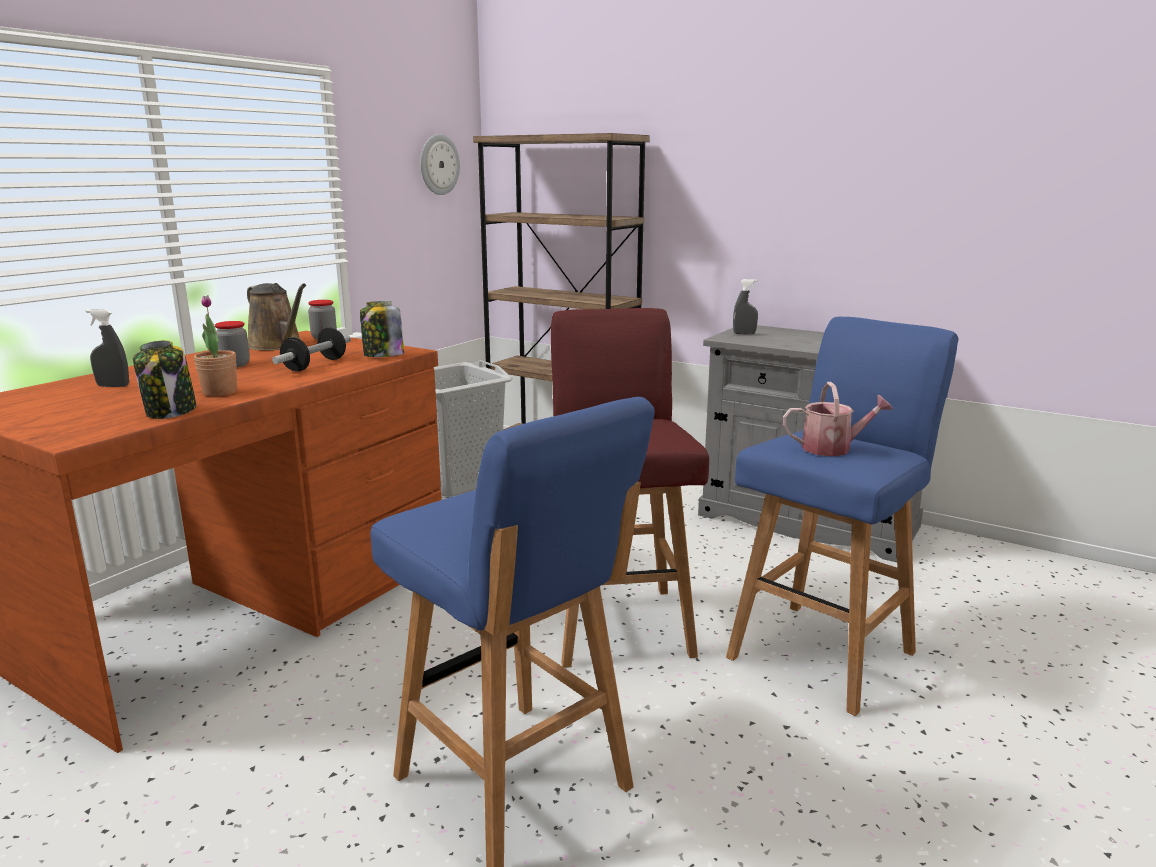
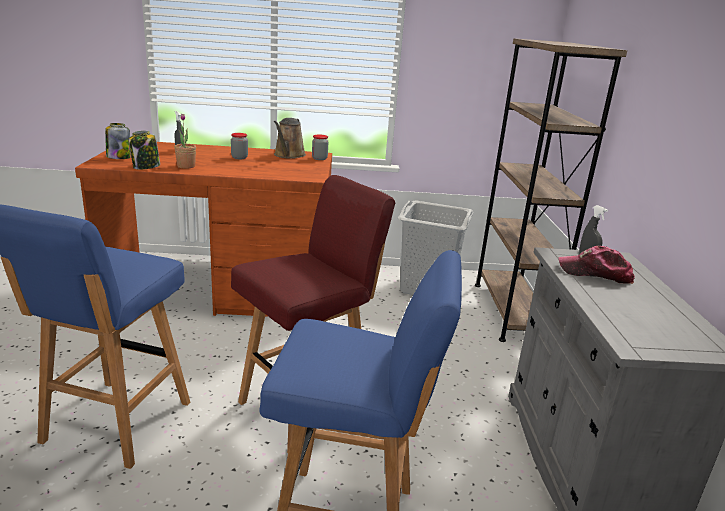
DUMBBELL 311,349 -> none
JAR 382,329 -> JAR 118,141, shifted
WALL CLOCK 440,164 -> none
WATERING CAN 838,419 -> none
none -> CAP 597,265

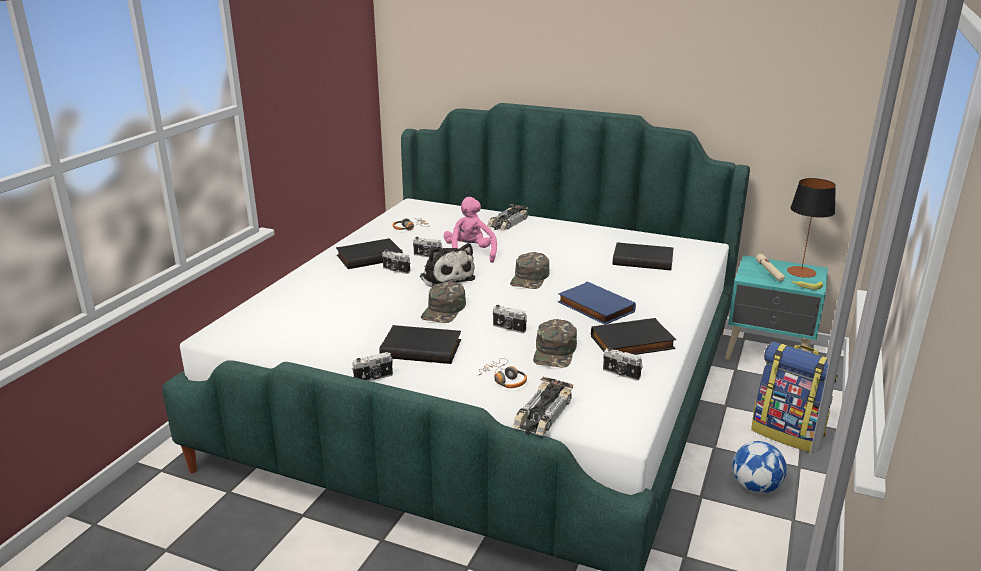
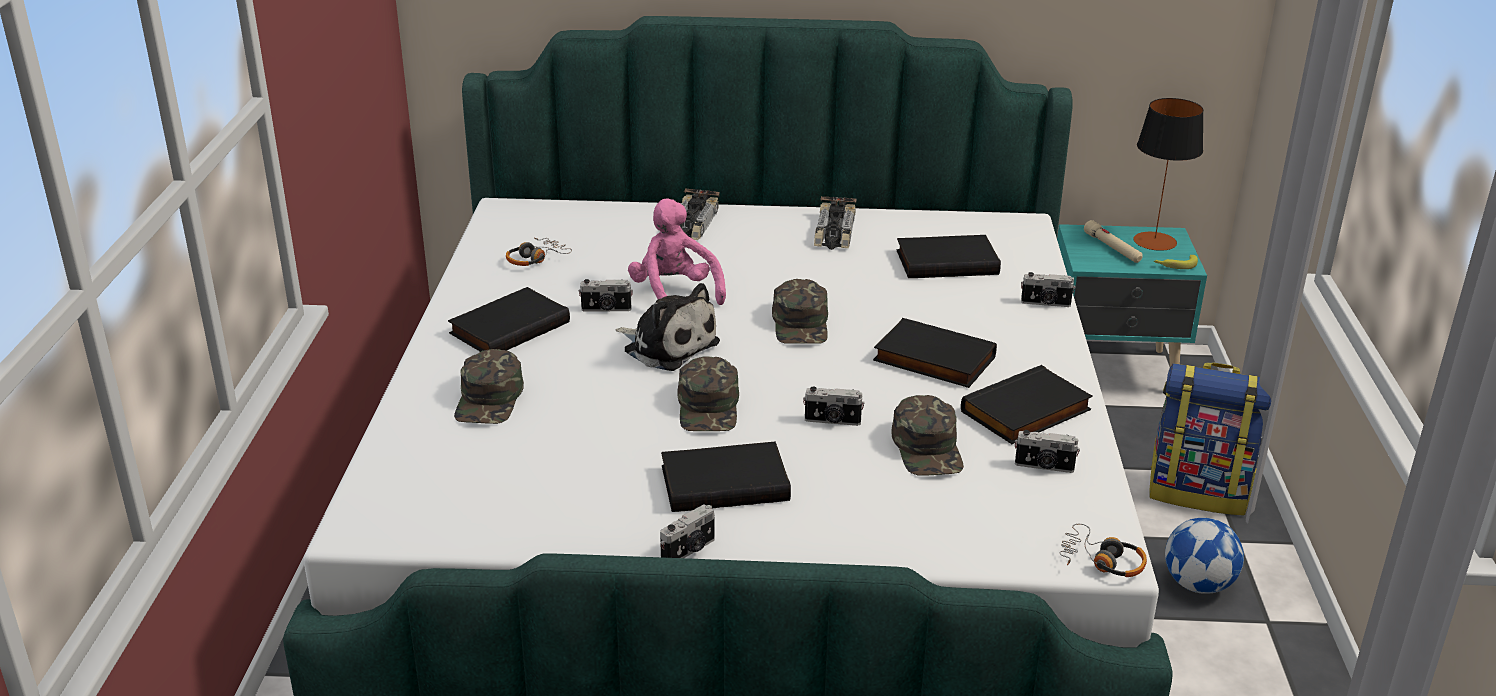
PHOTO CAMERA 396,262 -> PHOTO CAMERA 1048,289, shifted
HEADPHONES 502,373 -> HEADPHONES 1103,550, shifted
TOY CAR 542,406 -> TOY CAR 835,223, shifted
BLUE BOOK 597,303 -> BLACK BOOK 935,353
none -> GREEN CAP 489,386

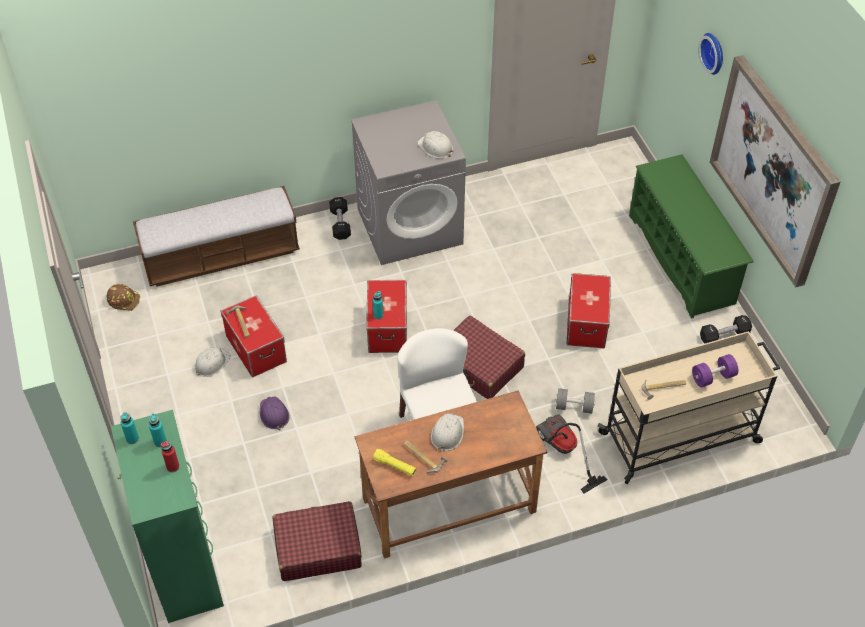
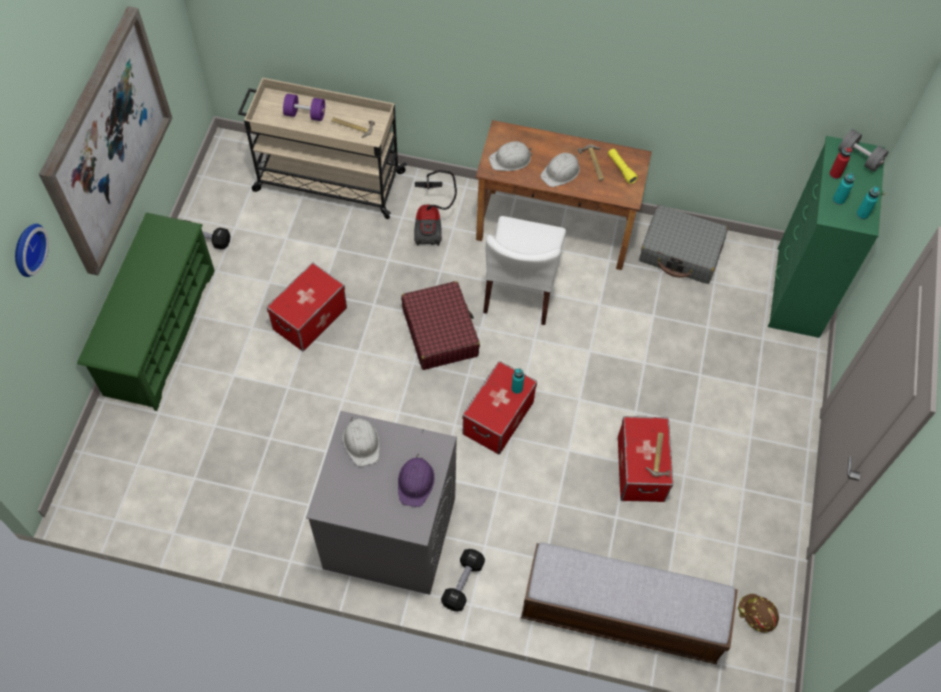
WHITE HARD HAT 213,362 -> WHITE HARD HAT 510,156, shifted
PURPLE HARD HAT 274,413 -> PURPLE HARD HAT 416,480, shifted
RED SUITCASE 317,541 -> GREY SUITCASE 683,244
GREY DUMBBELL 575,401 -> GREY DUMBBELL 863,150, shifted

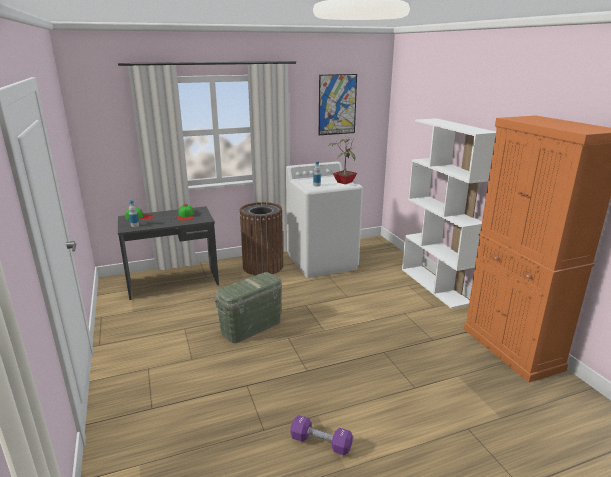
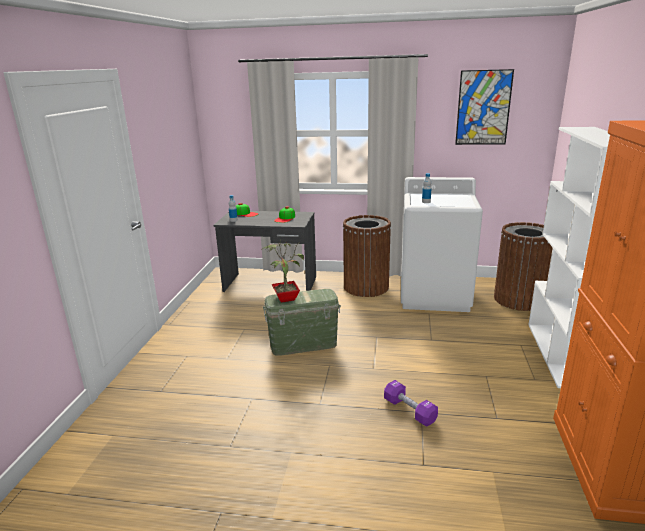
PURPLE DUMBBELL 322,435 -> PURPLE DUMBBELL 411,403, shifted
POTTED PLANT 342,160 -> POTTED PLANT 284,271, shifted
none -> BROWN TRASH CAN 523,266

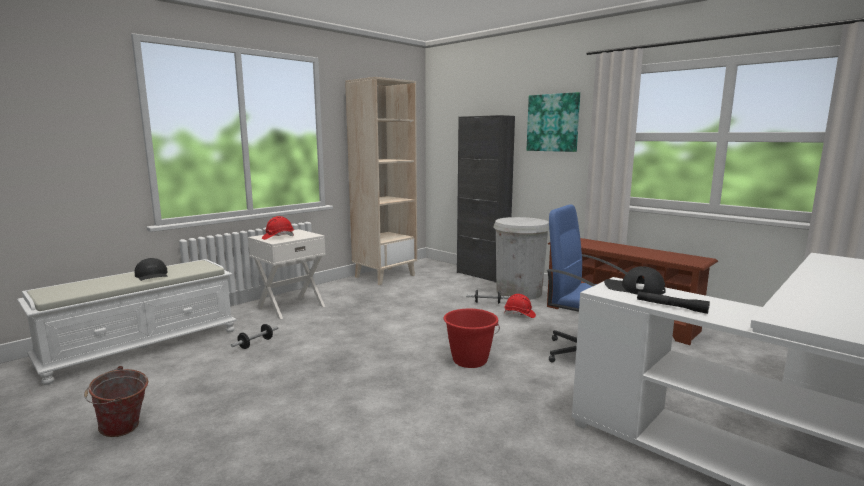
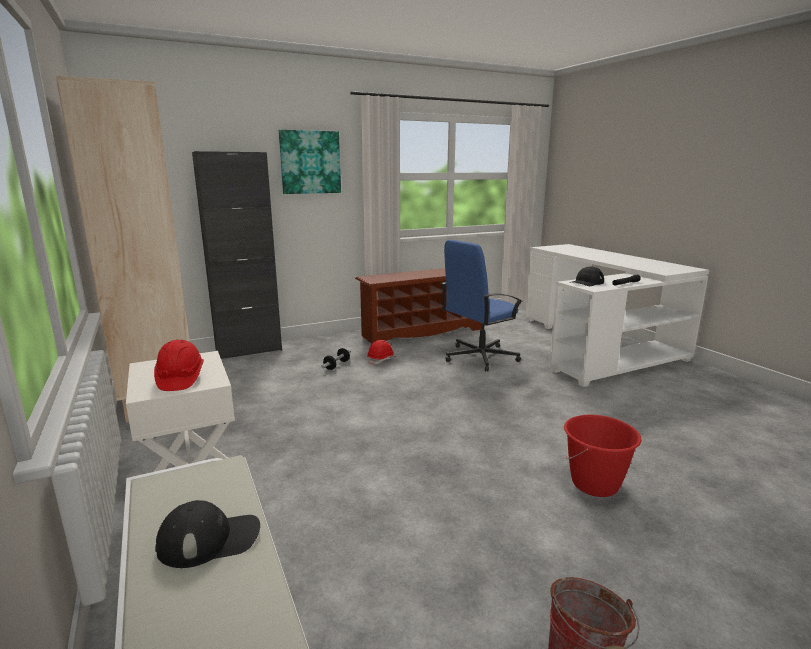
DUMBBELL 254,336 -> none
RED BUCKET 472,338 -> RED BUCKET 603,456, shifted
WHITE TRASH CAN 521,258 -> none

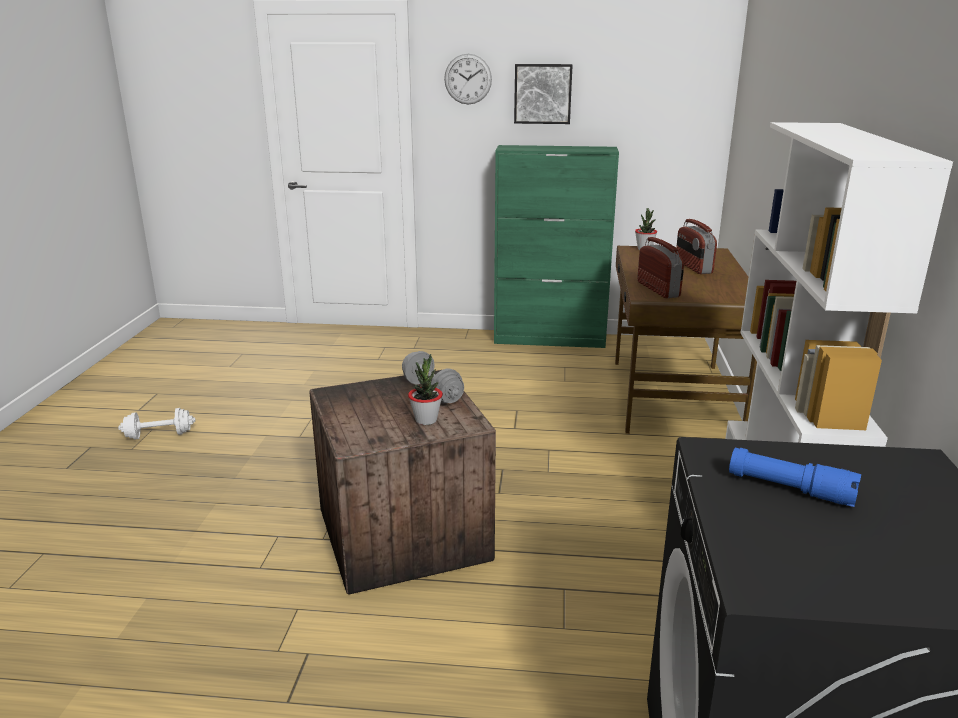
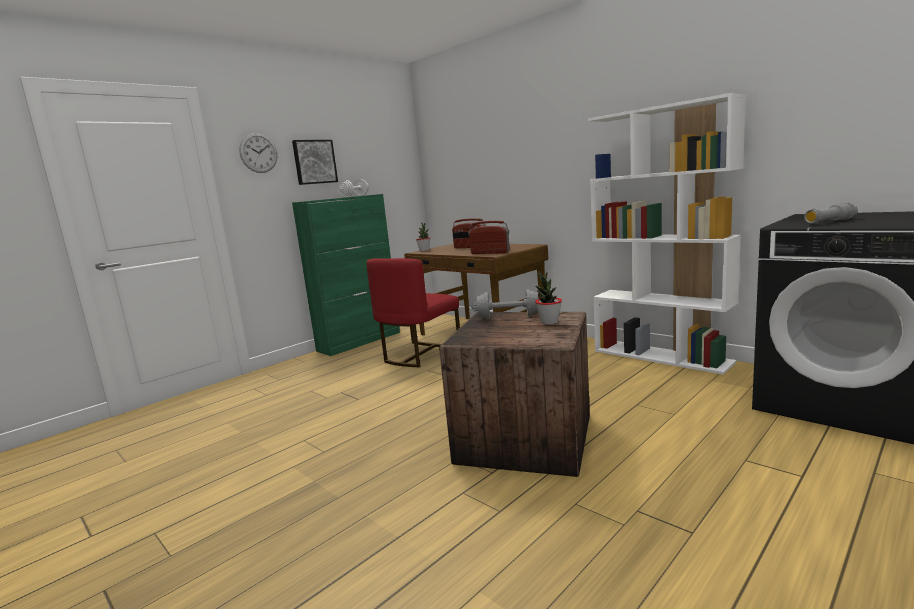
WHITE DUMBBELL 157,424 -> WHITE DUMBBELL 353,188, shifted
BLUE FLASHLIGHT 795,477 -> GREY FLASHLIGHT 831,213
none -> RED CHAIR 413,312

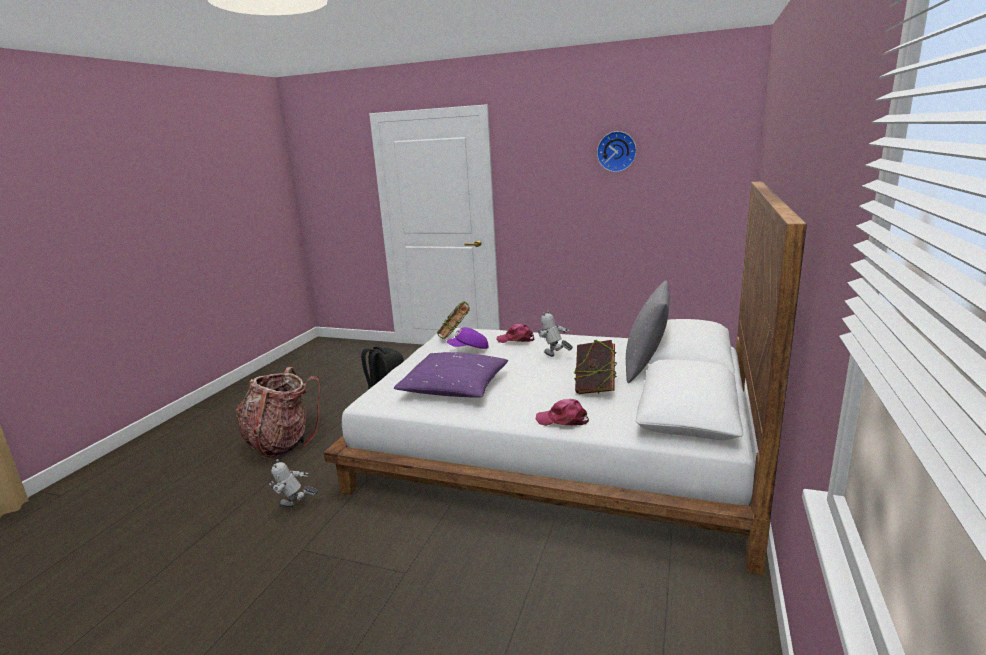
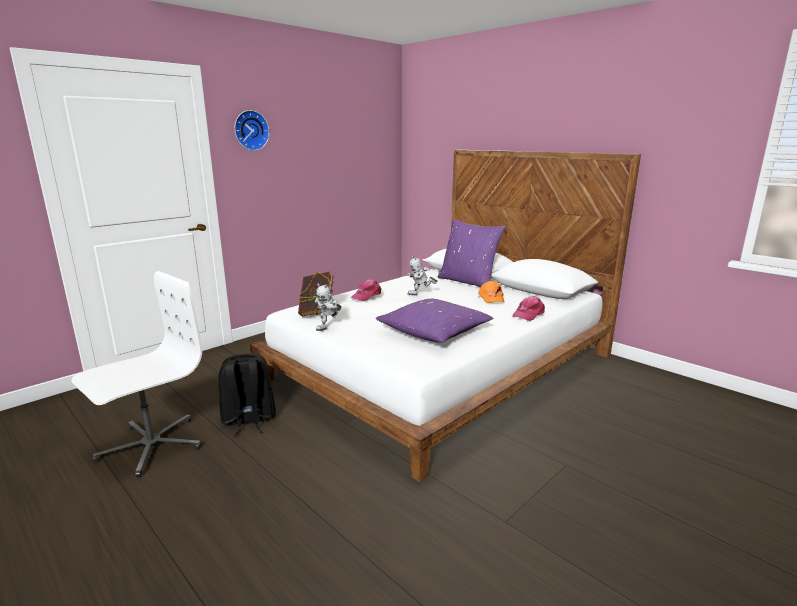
BACKPACK 278,413 -> none
TOY ROBOT 293,483 -> TOY ROBOT 328,307, shifted
PURPLE CAP 467,338 -> none
BOOK 595,367 -> ORANGE CAP 491,292
WALL CLOCK 616,151 -> WALL CLOCK 252,130, shifted
GREY PILLOW 647,331 -> PURPLE PILLOW 471,253
none -> WHITE OFFICE CHAIR 136,374

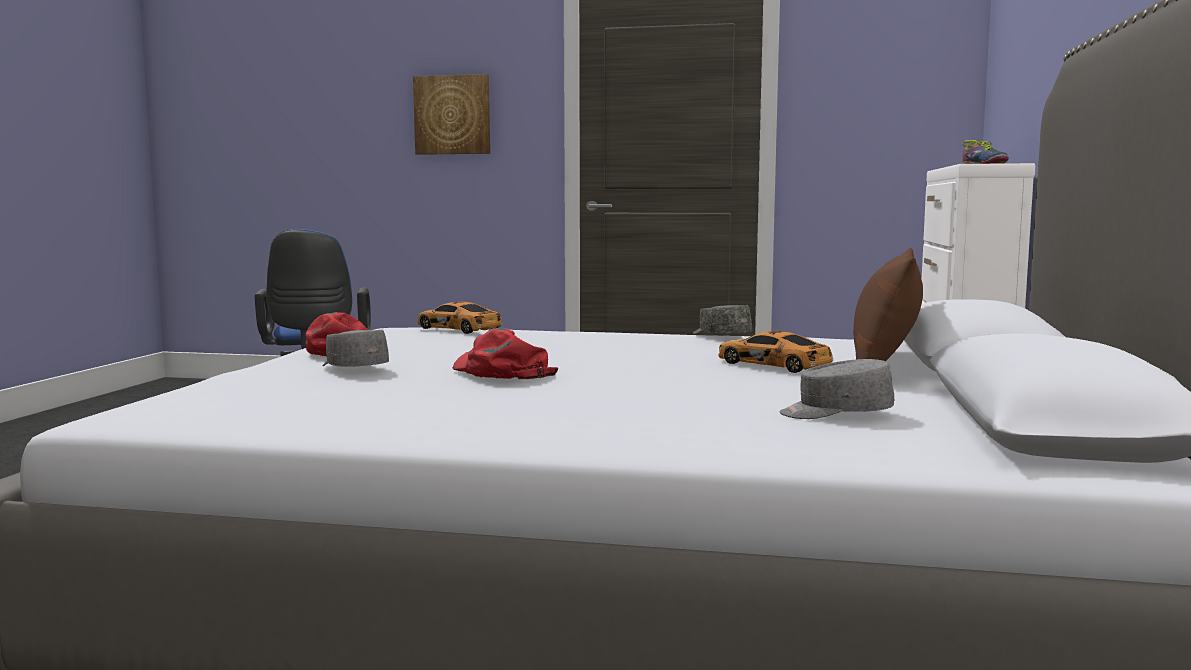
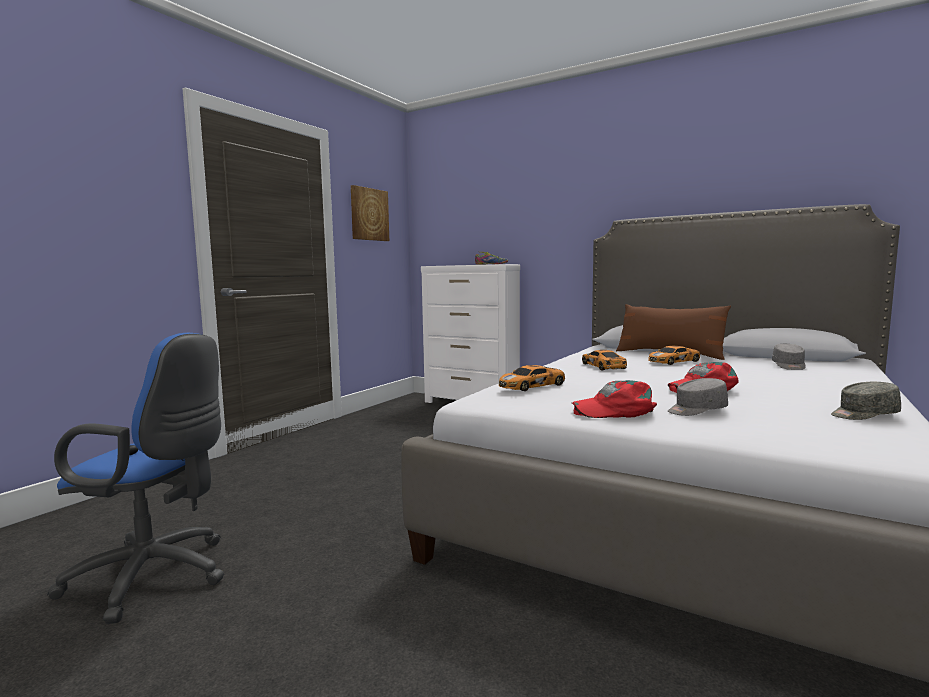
PICTURE 451,114 -> PICTURE 370,213, shifted
GREY CAP 722,319 -> GREY CAP 866,401, shifted
none -> TOY CAR 604,360

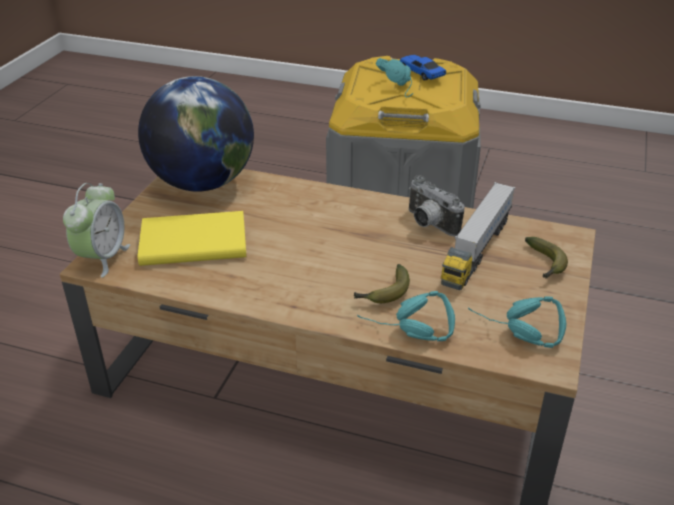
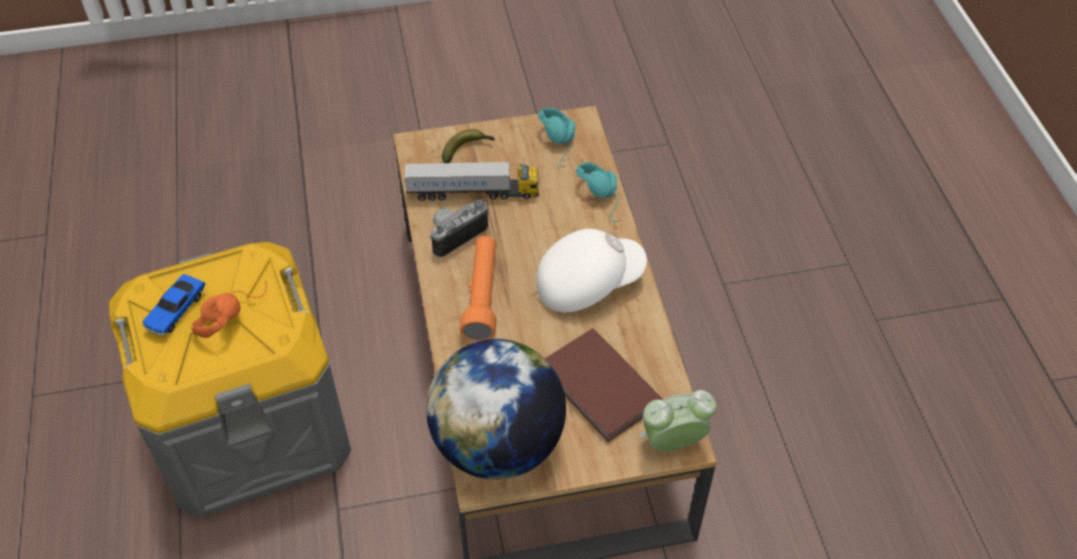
YELLOW BOOK 192,238 -> BROWN BOOK 604,385
BANANA 382,283 -> none
TURQUOISE HEADPHONES 394,77 -> ORANGE HEADPHONES 229,309
PHOTO CAMERA 437,206 -> PHOTO CAMERA 458,228, 150 degrees counterclockwise
none -> ORANGE FLASHLIGHT 478,289
none -> WHITE CAP 591,271

